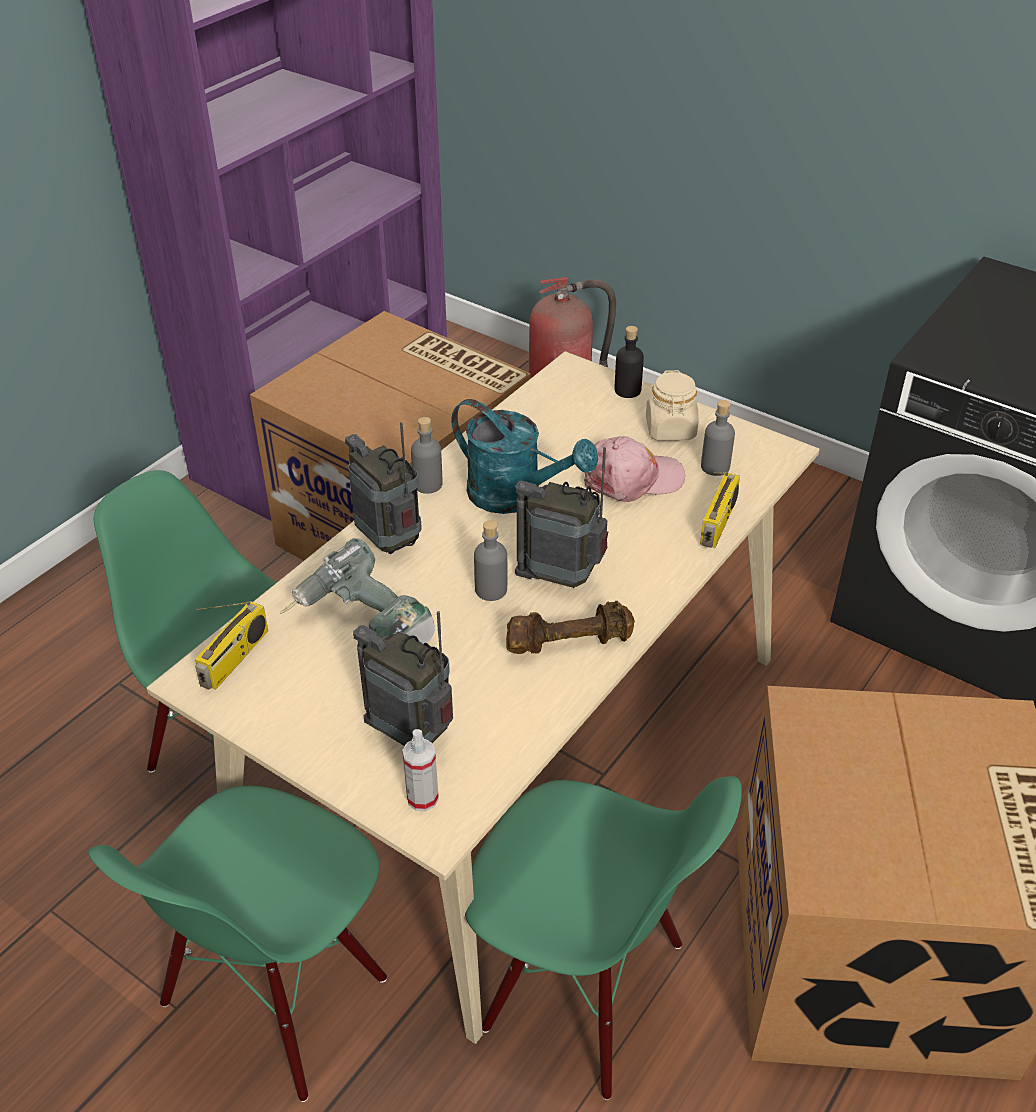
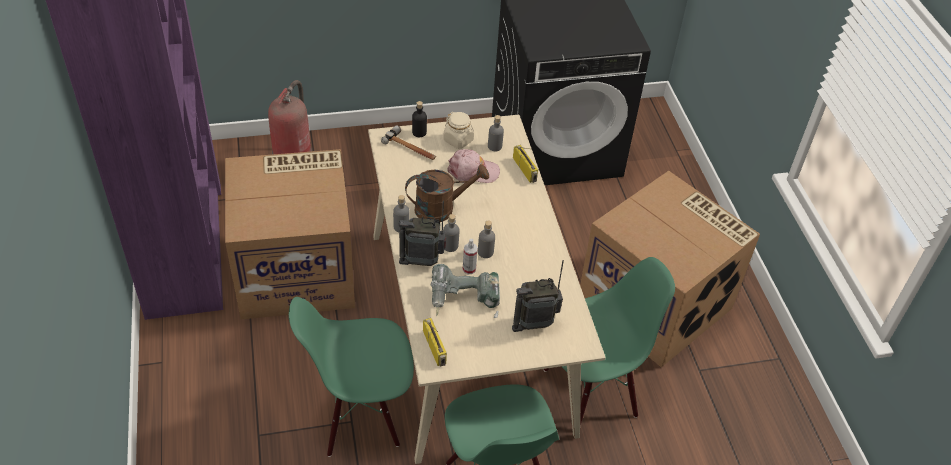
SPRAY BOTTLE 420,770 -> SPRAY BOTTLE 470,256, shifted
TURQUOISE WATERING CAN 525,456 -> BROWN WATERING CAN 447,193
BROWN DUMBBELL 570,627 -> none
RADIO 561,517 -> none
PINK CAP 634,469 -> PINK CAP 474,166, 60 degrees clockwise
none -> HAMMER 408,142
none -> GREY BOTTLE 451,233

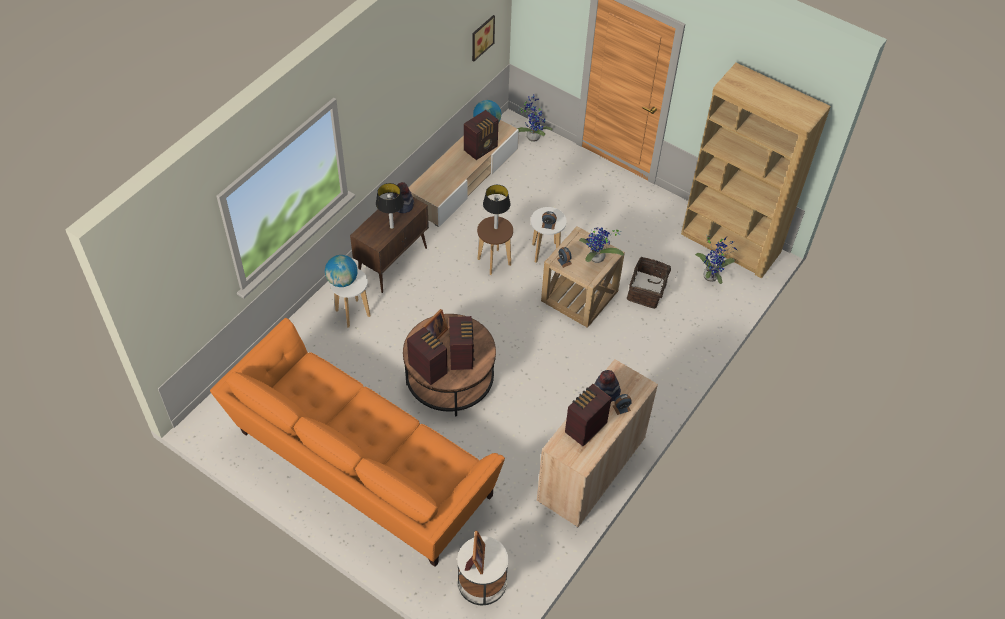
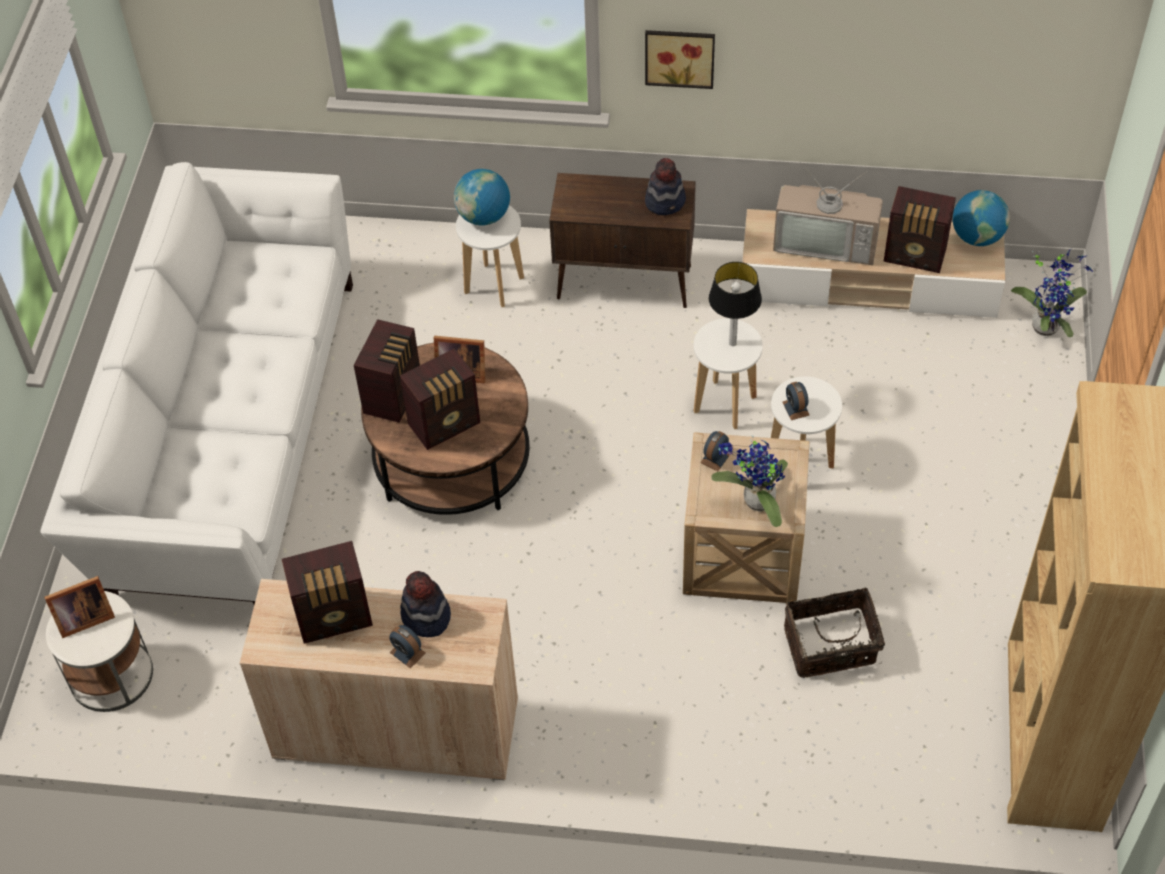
ORANGE SOFA 357,442 -> WHITE SOFA 196,383
TABLE LAMP 390,206 -> none
PICTURE 483,38 -> PICTURE 680,59, shifted
BROWN STOOL 495,245 -> WHITE STOOL 728,373
RADIO 588,415 -> RADIO 327,592, 150 degrees clockwise
POTTED PLANT 716,260 -> none
none -> TELEVISION 828,213

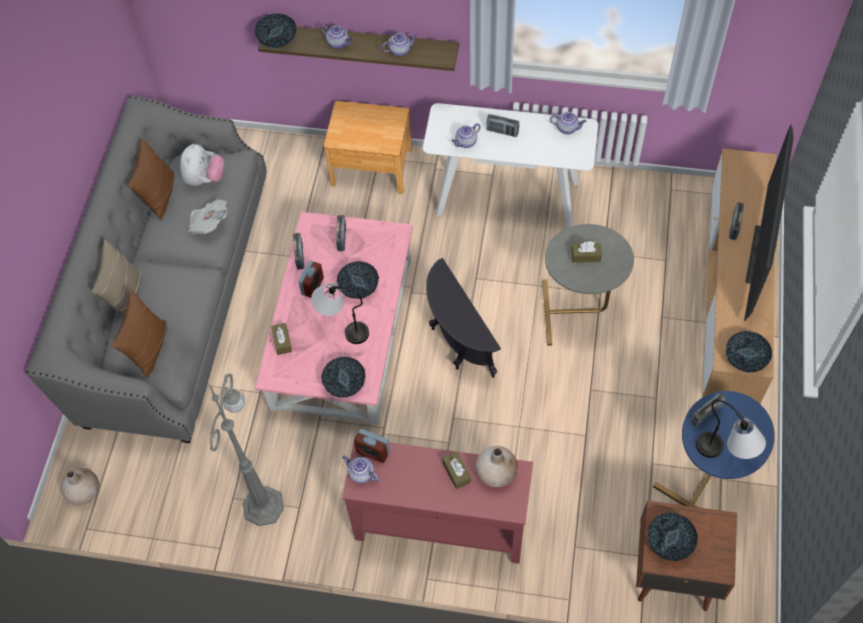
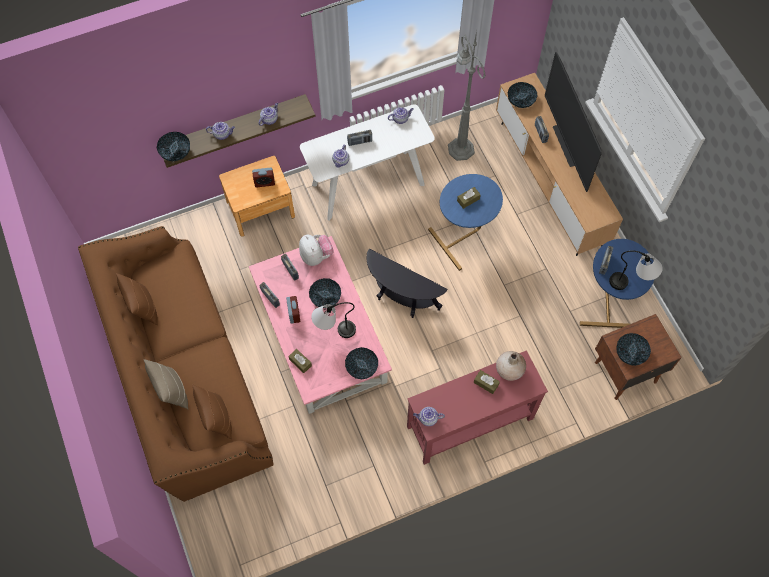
GREY SOFA 146,269 -> BROWN SOFA 176,364
BEIGE VASE 80,486 -> none
PLUSH TOY 202,165 -> PLUSH TOY 316,250, shifted
NEWSPAPER 207,216 -> none
GREY FLOOR LAMP 246,450 -> GREY FLOOR LAMP 467,95, shifted
ALARM CLOCK 372,446 -> ALARM CLOCK 263,177, shifted
GREY SIDE TABLE 588,285 -> BLUE SIDE TABLE 465,222
BOWL 749,351 -> BOWL 522,95, shifted

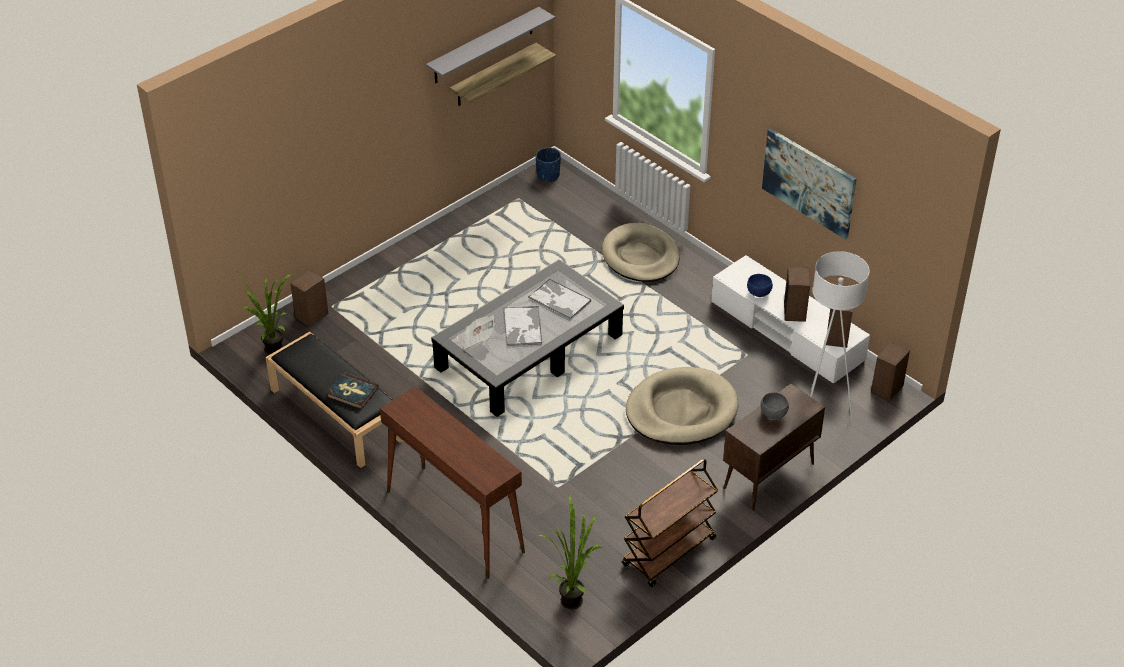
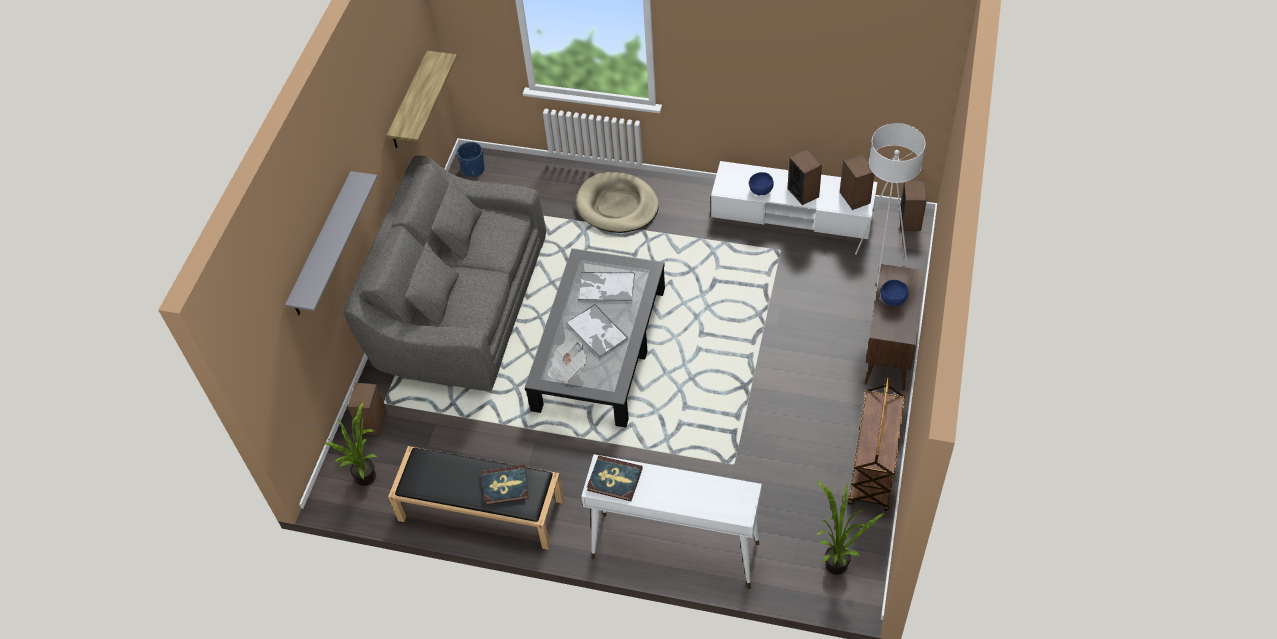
BROWN CONSOLE TABLE 452,482 -> WHITE CONSOLE TABLE 671,521
GREY SHELF 490,45 -> GREY SHELF 331,243, shifted
BEIGE DOG BED 682,406 -> none
GREY BOWL 775,405 -> BLUE BOWL 894,293
PICTURE 809,183 -> none
none -> GREY SOFA 445,273
none -> BOOK 615,478

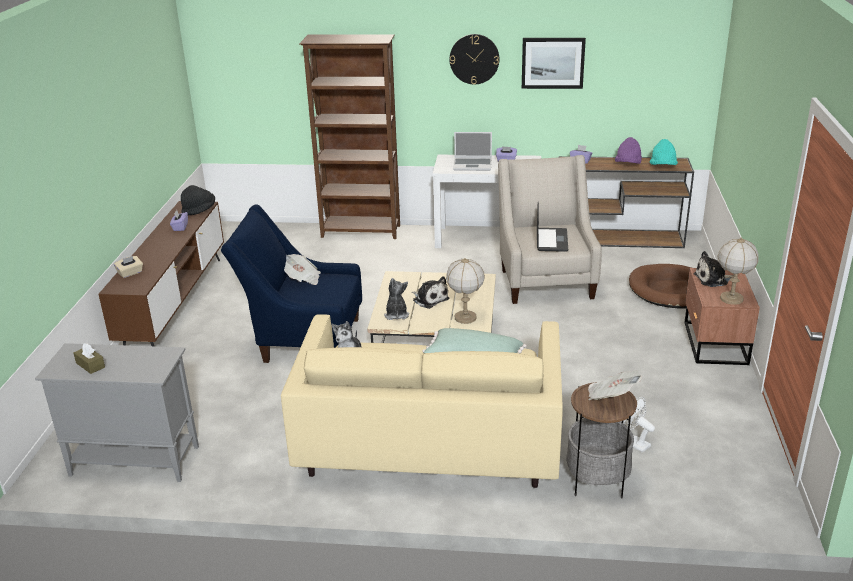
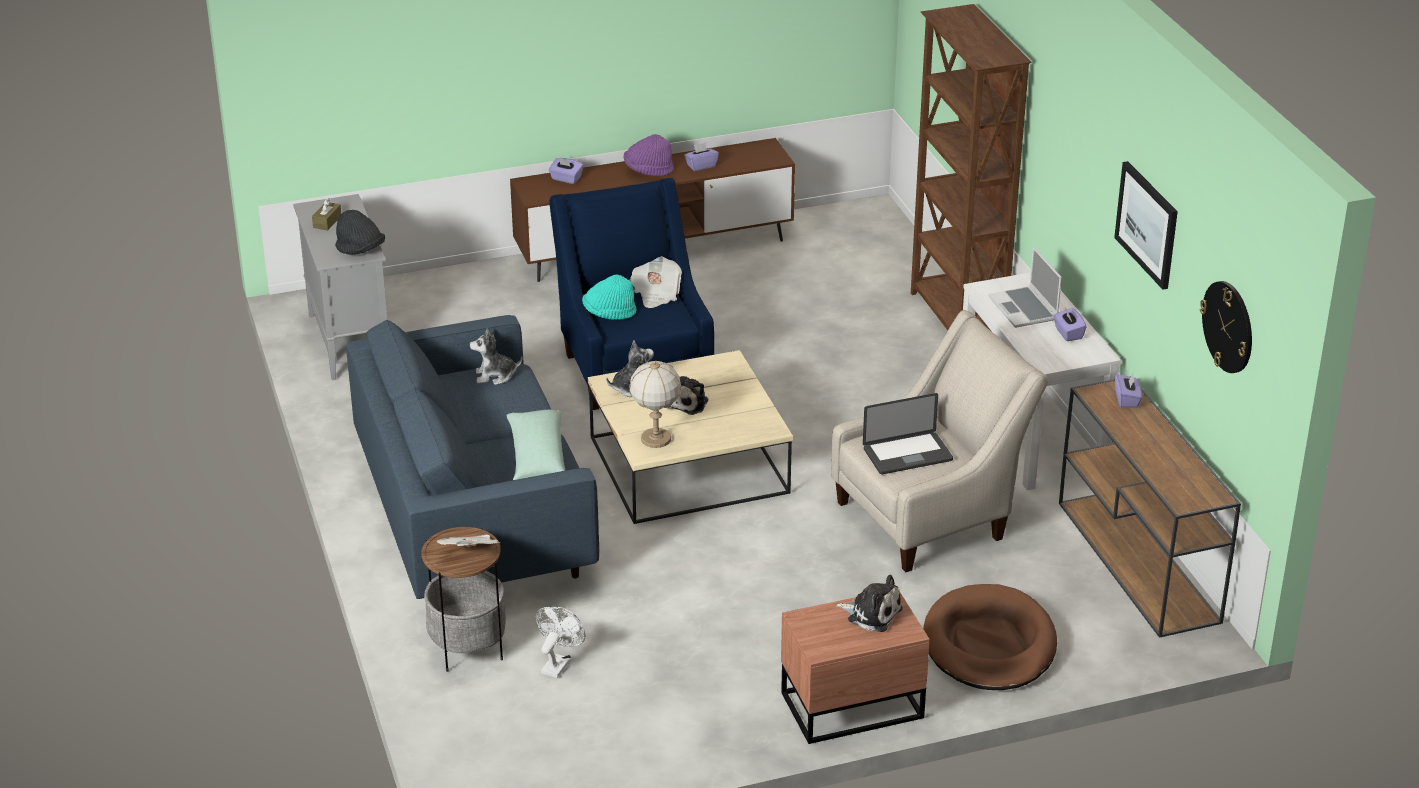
BEIGE TISSUE BOX 128,267 -> PURPLE TISSUE BOX 566,171
BLACK HAT 198,200 -> BLACK HAT 360,232, shifted
BEIGE SOFA 422,401 -> BLUE SOFA 472,457
WALL CLOCK 474,59 -> WALL CLOCK 1226,327, shifted
PURPLE HAT 628,150 -> PURPLE HAT 648,155, shifted
TURQUOISE HAT 664,152 -> TURQUOISE HAT 609,297, shifted
PLUSH TOY 713,269 -> PLUSH TOY 869,603, 150 degrees clockwise
TABLE LAMP 738,271 -> none

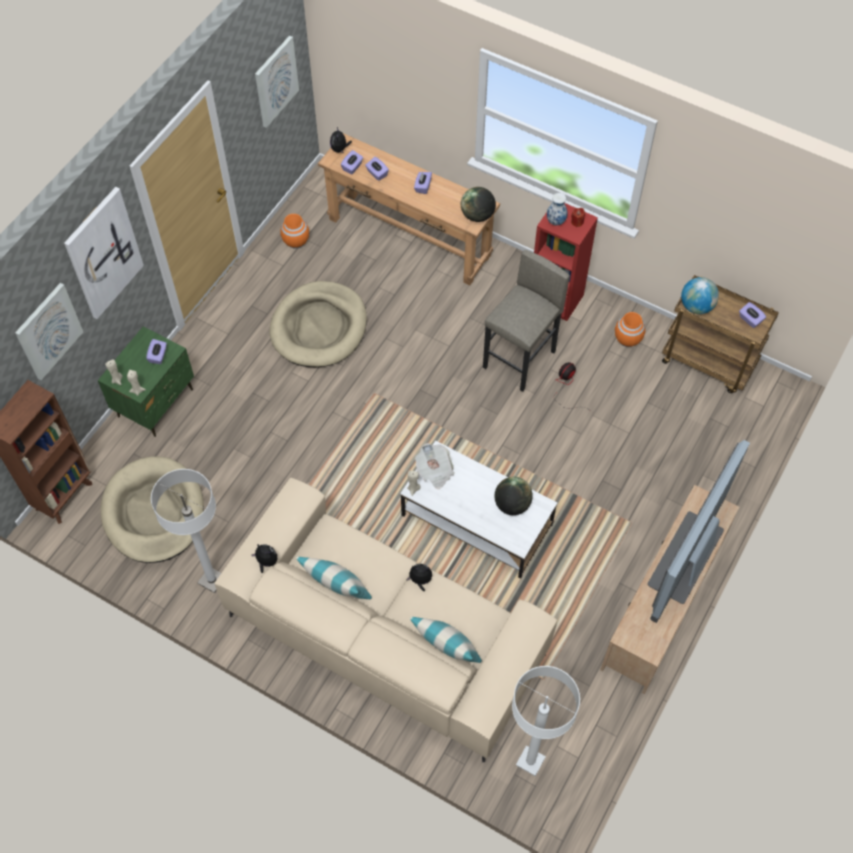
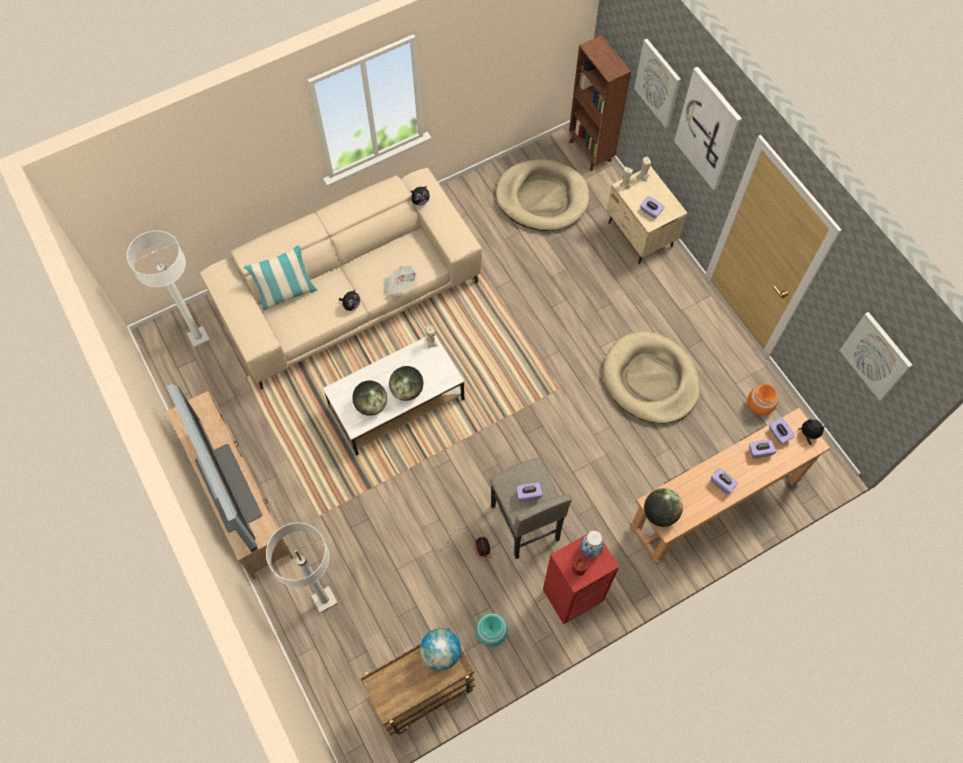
GREEN NIGHTSTAND 146,381 -> BEIGE NIGHTSTAND 647,215
WHITE FLOOR LAMP 186,531 -> WHITE FLOOR LAMP 302,568, shifted
PILLOW 334,577 -> none
NEWSPAPER 435,466 -> NEWSPAPER 399,281, shifted
ORANGE VASE 630,329 -> TURQUOISE VASE 492,630
PURPLE TISSUE BOX 752,315 -> PURPLE TISSUE BOX 529,492, shifted
none -> GLOBE 406,383

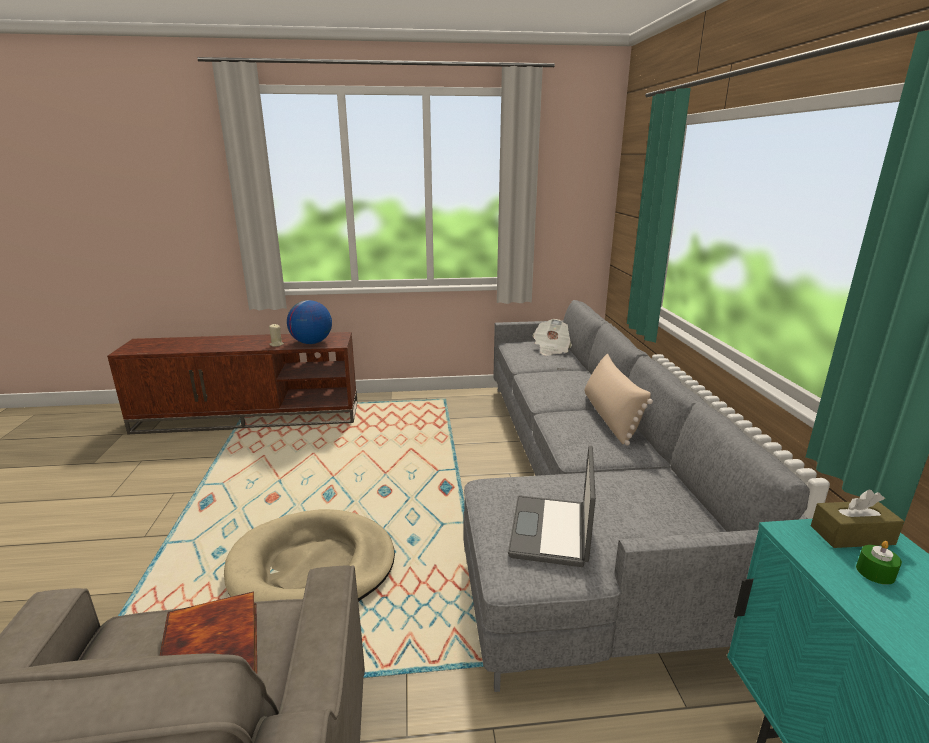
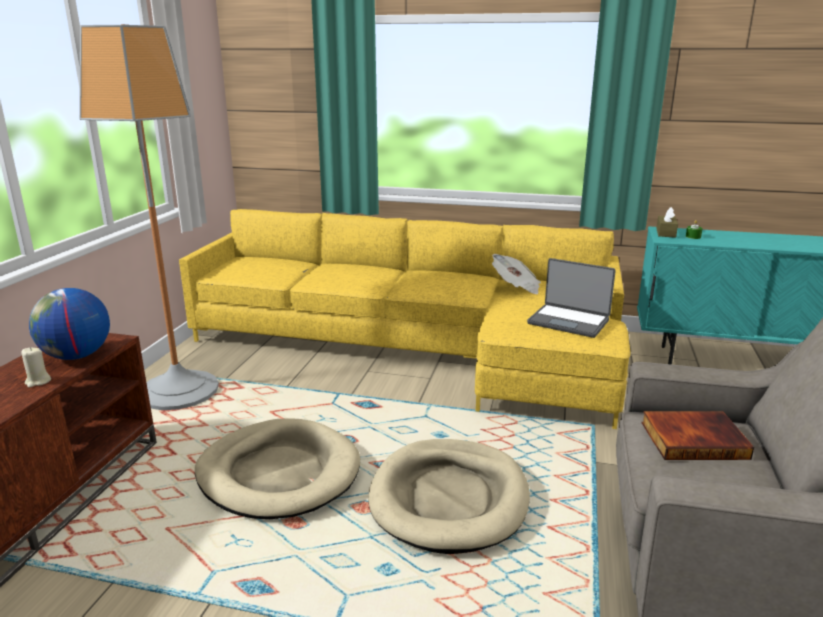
GREY SOFA 636,496 -> YELLOW SOFA 405,319
NEWSPAPER 552,337 -> NEWSPAPER 516,274, shifted
BEIGE PILLOW 619,399 -> none
none -> FLOOR LAMP 149,217
none -> BEIGE DOG BED 277,469

